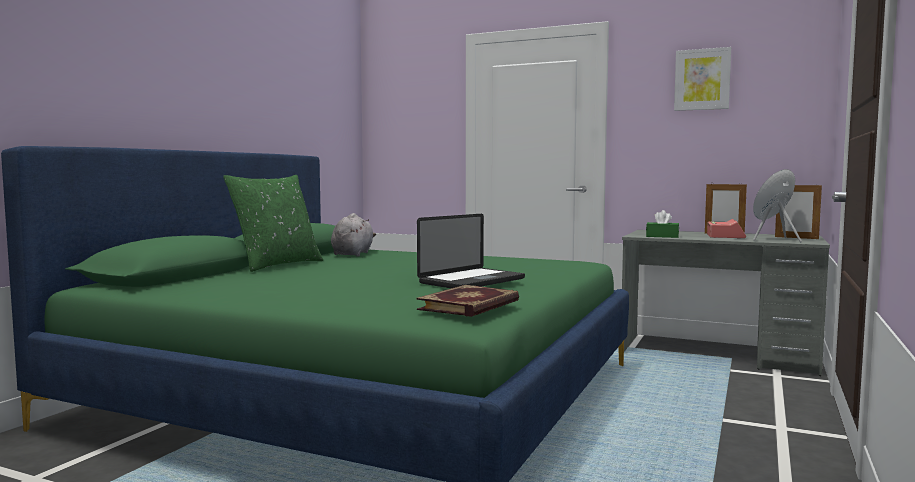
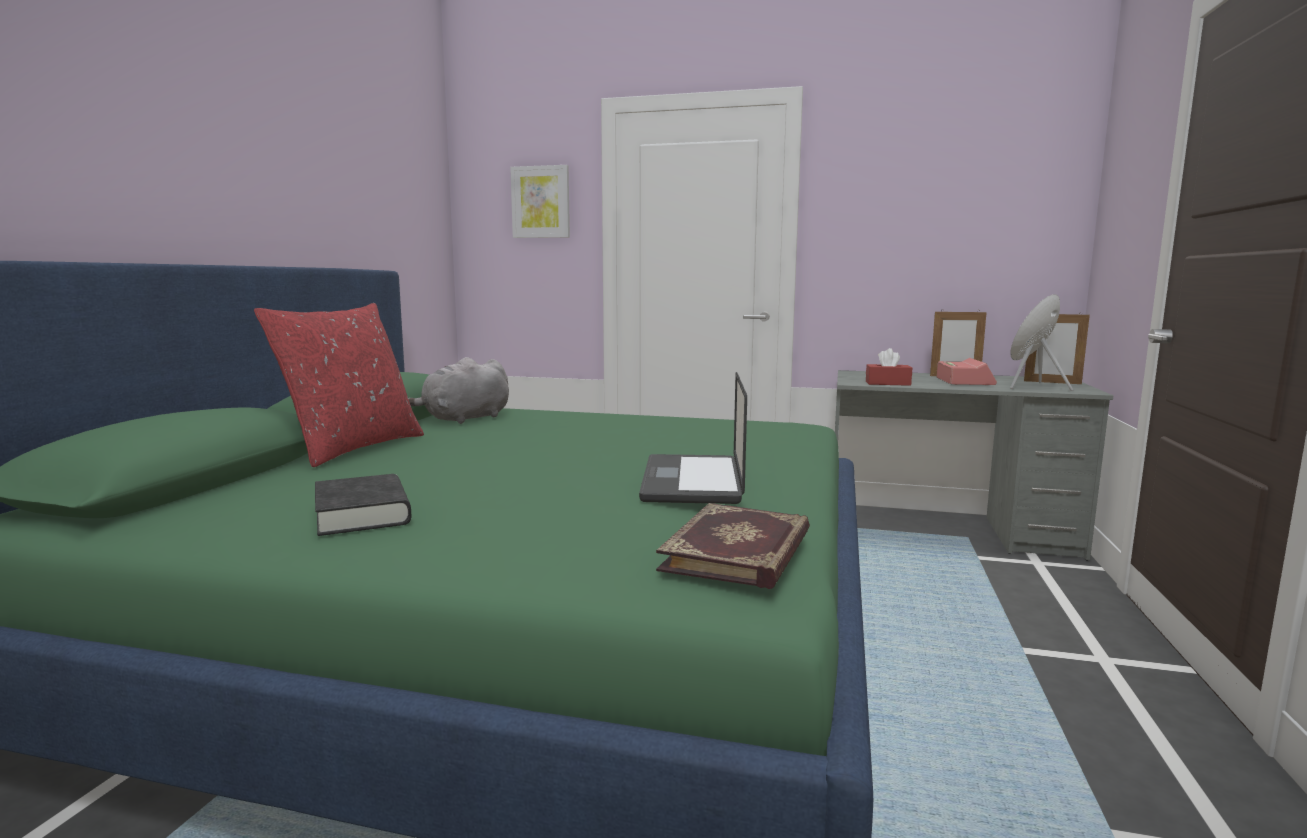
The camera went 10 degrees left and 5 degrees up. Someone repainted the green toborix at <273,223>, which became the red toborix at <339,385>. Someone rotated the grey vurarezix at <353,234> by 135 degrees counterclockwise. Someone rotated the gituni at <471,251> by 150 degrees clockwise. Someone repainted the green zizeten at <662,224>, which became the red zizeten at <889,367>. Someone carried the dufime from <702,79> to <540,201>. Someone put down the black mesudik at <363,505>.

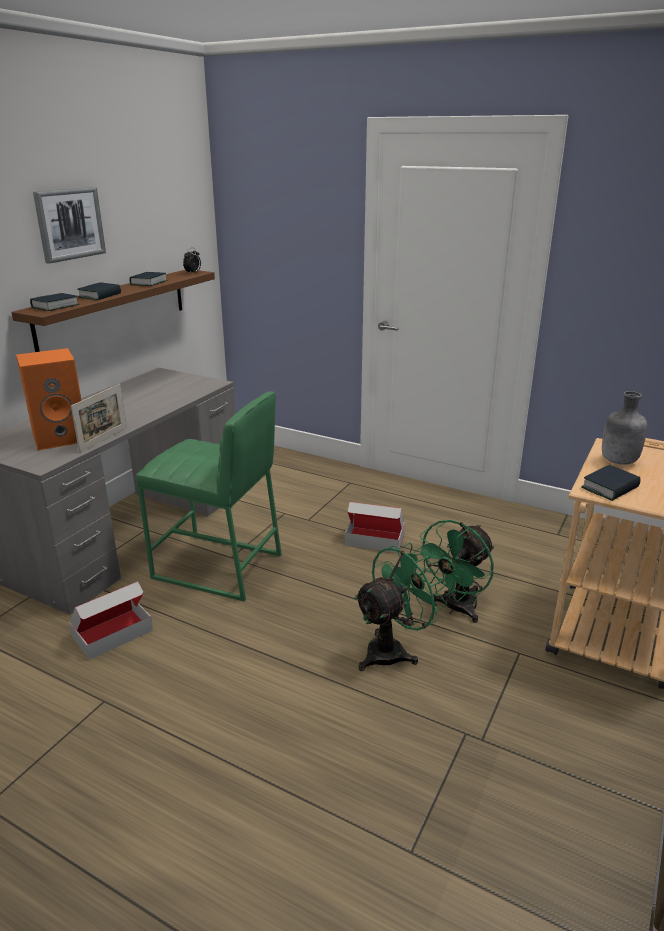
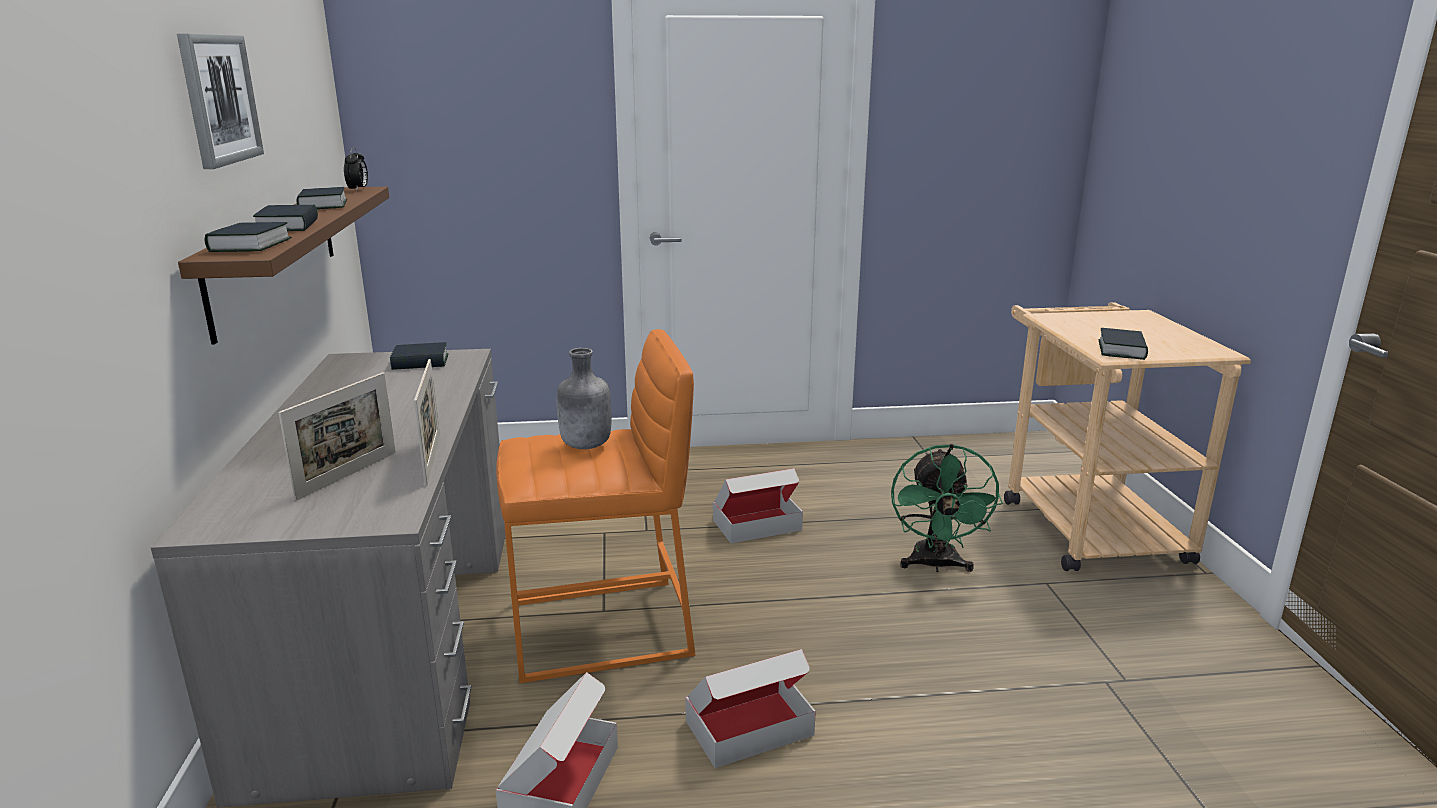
The camera went 35 degrees left and 5 degrees down. Someone swapped the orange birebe at <49,399> for the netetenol at <337,436>. Someone repainted the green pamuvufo at <209,496>, which became the orange pamuvufo at <595,506>. Someone took away the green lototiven at <400,607>. Someone carried the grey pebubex from <624,428> to <584,398>. Someone put down the mesudik at <419,356>. Someone put down the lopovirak at <750,708>.

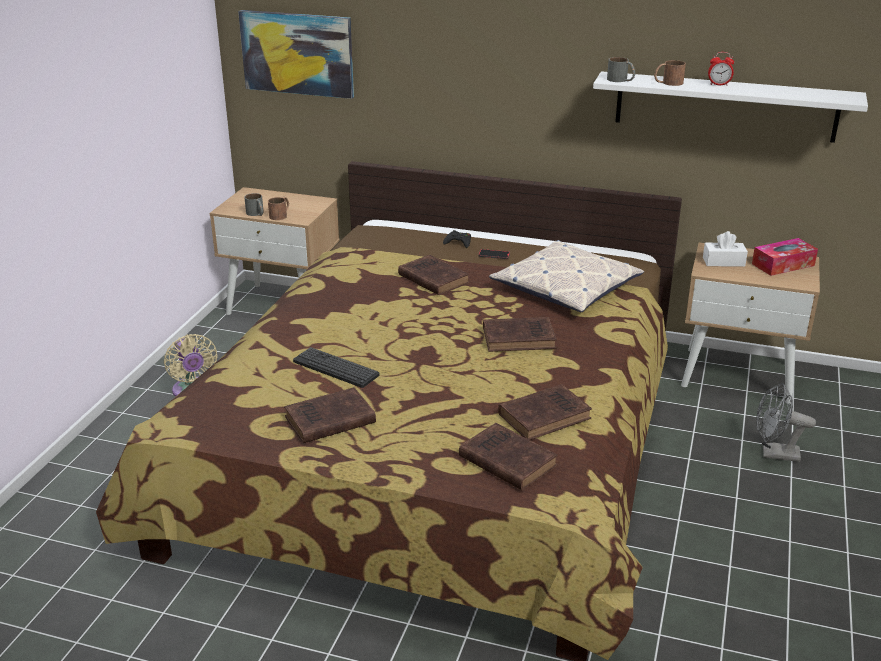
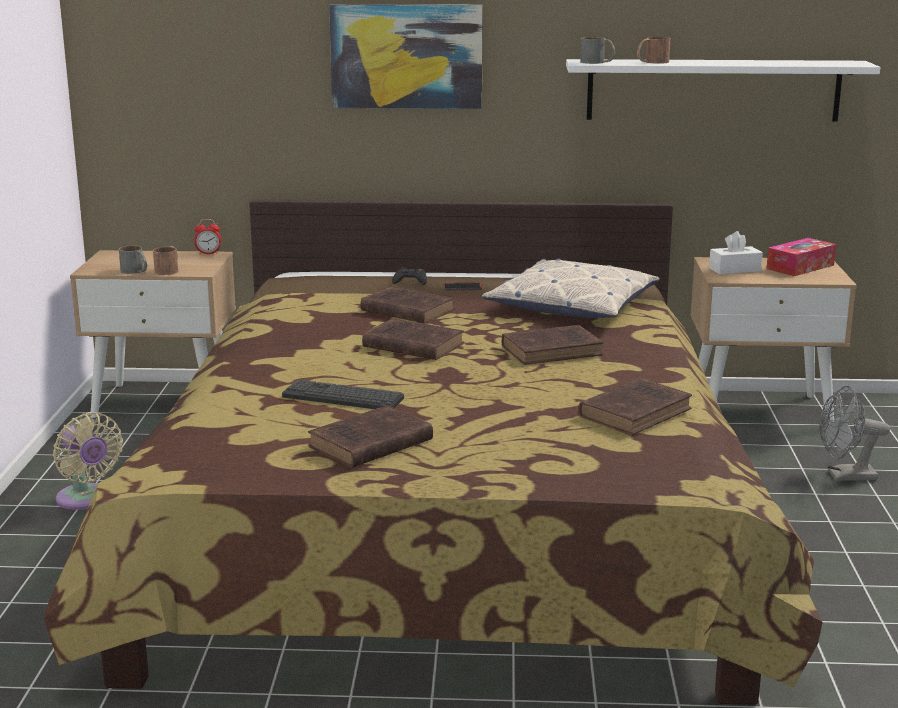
The camera went 15 degrees left and 10 degrees down. Someone carried the dufime from <296,54> to <406,56>. Someone carried the brown mesudik from <508,457> to <413,339>. Someone carried the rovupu from <721,69> to <207,237>.

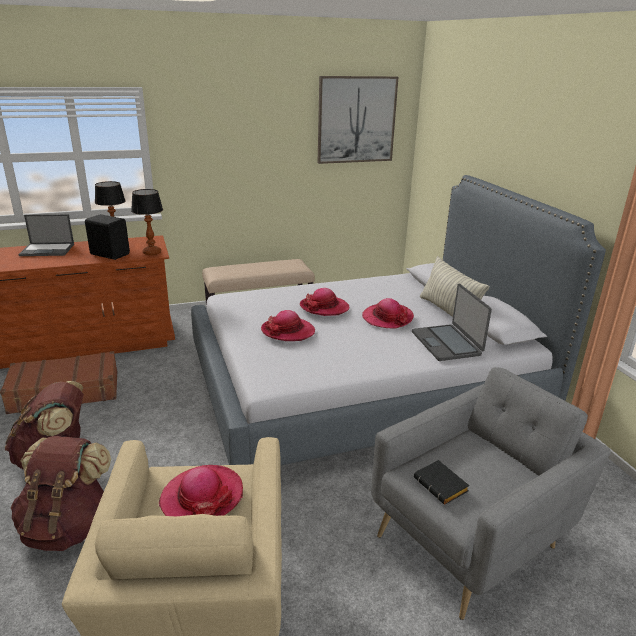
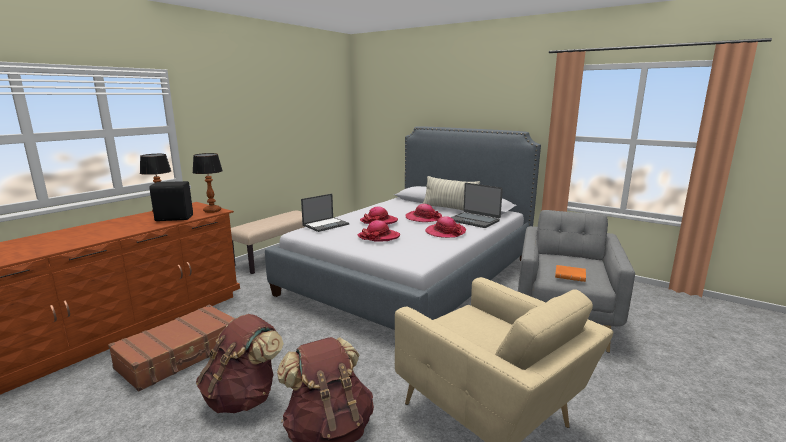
The camera went 35 degrees left and 10 degrees down. Someone carried the gituni from <46,235> to <325,213>. Someone carried the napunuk from <201,490> to <445,227>. Someone took away the dufime at <358,120>. Someone repainted the black mesudik at <441,482>, which became the orange mesudik at <570,273>.

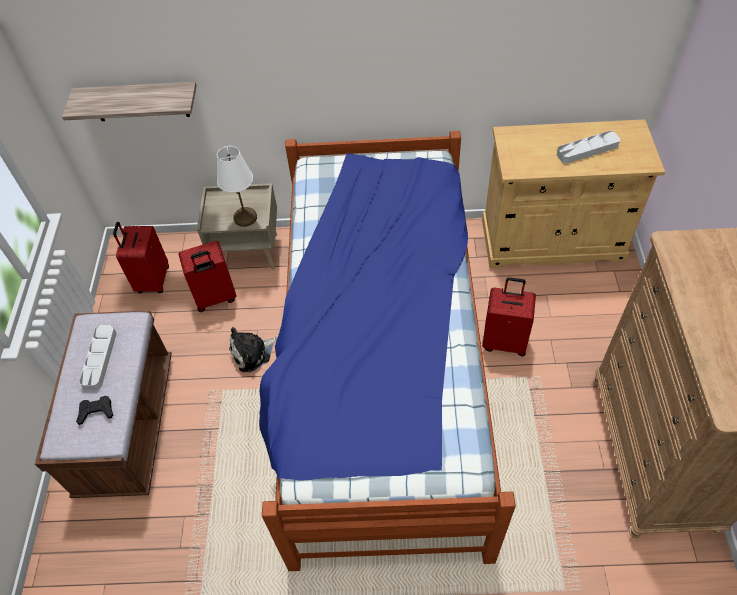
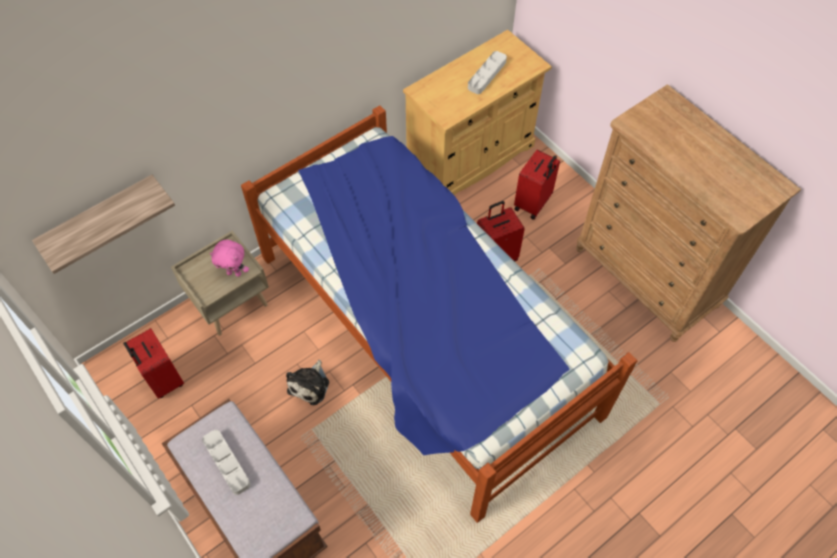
The camera went 40 degrees left and 5 degrees up. Someone took away the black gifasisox at <94,410>. Someone carried the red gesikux from <207,276> to <537,184>. Someone swapped the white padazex at <237,186> for the pink vurarezix at <229,258>.

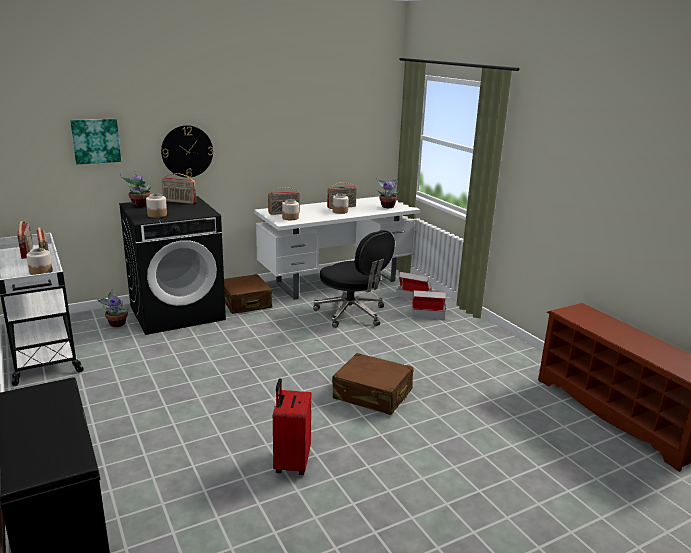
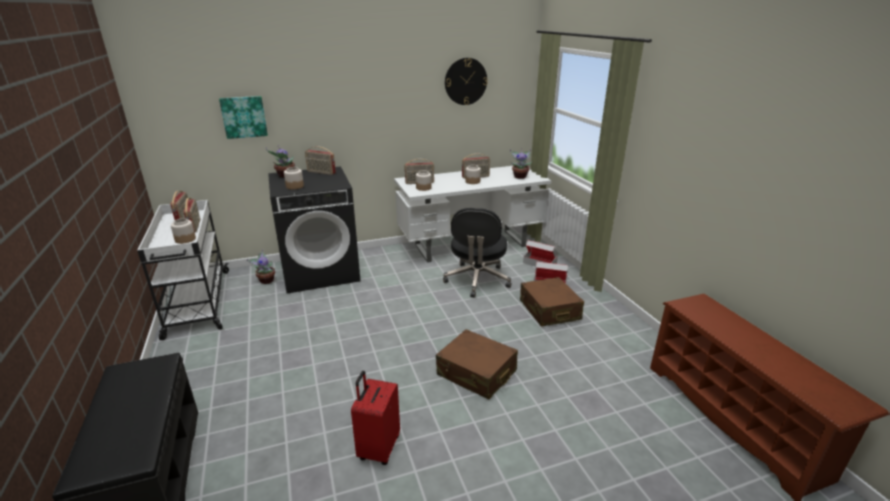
The camera went 10 degrees right and 5 degrees up. Someone carried the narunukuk from <187,151> to <466,81>. Someone carried the brown gesikux from <248,294> to <552,301>. Someone rotated the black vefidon at <354,279> by 45 degrees clockwise.

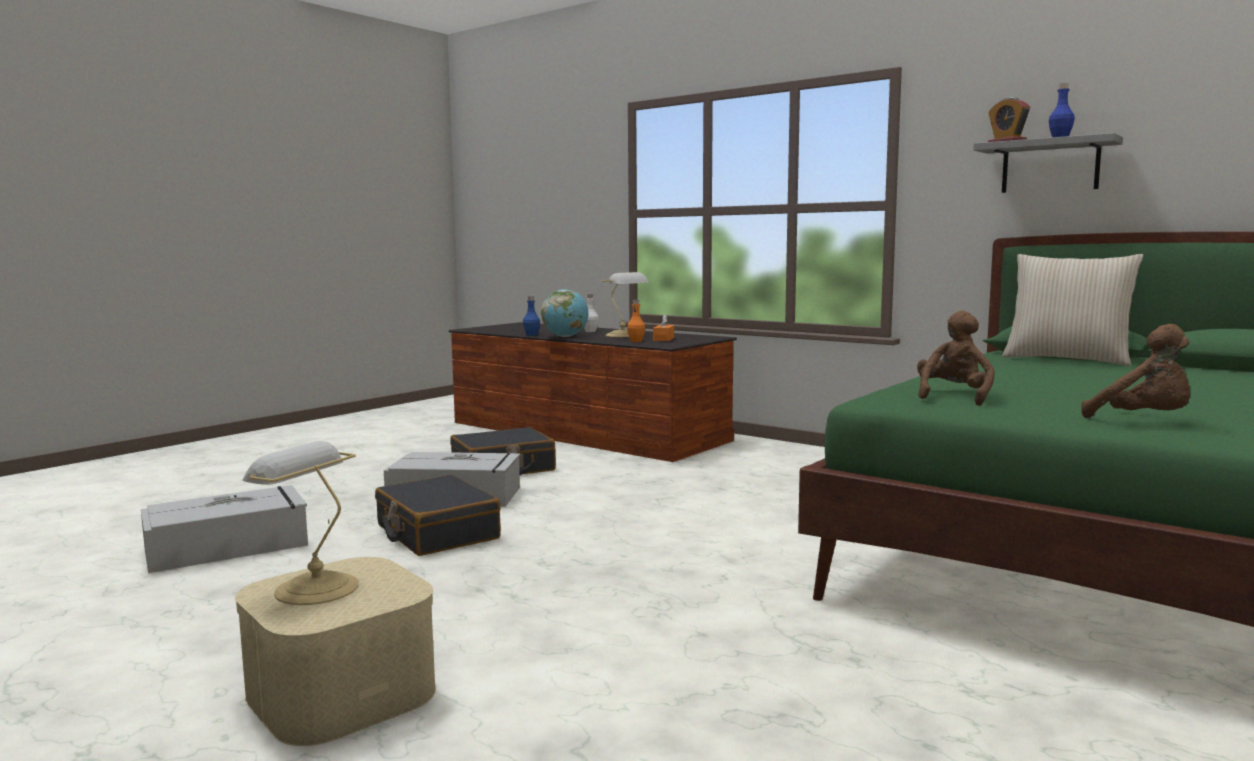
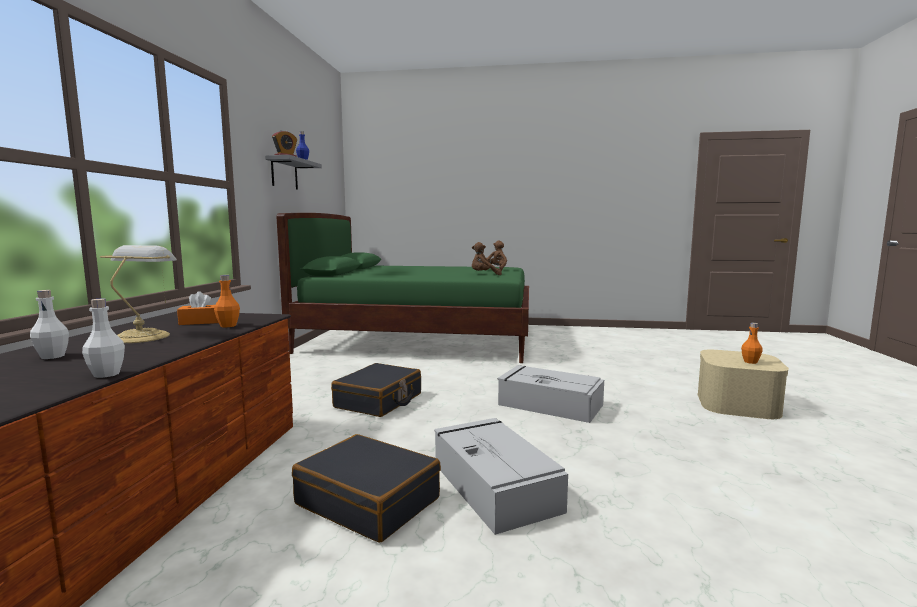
The camera went 120 degrees left and 0 degrees up. Someone carried the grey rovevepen from <224,529> to <551,394>. Someone swapped the padazex at <301,523> for the orange pebubex at <752,343>. Someone carried the black gesikux from <438,515> to <376,390>. Someone repainted the blue pebubex at <531,316>, which became the white pebubex at <103,338>. Someone took away the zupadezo at <564,313>. Someone took away the beige toborix at <1072,310>.

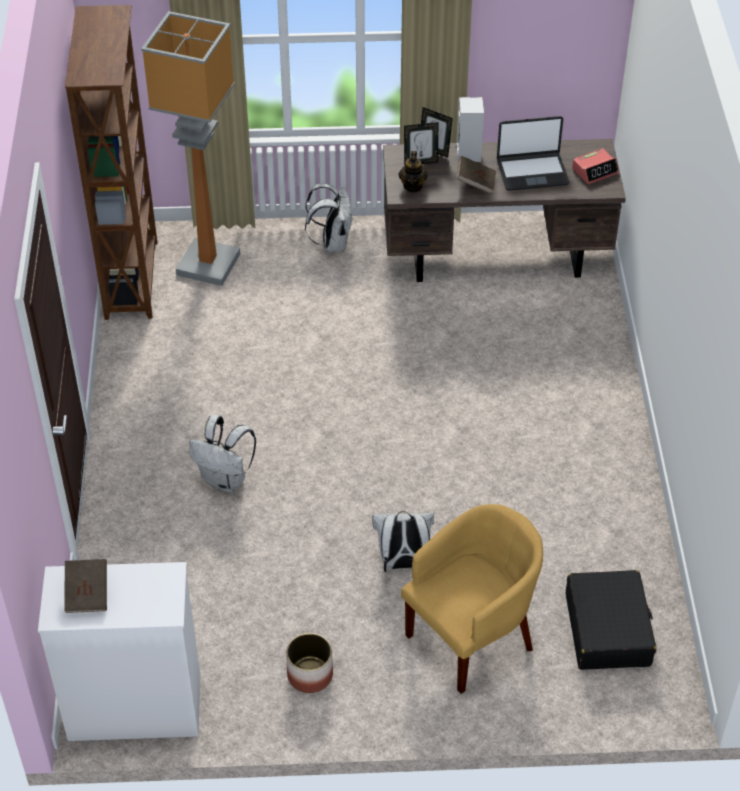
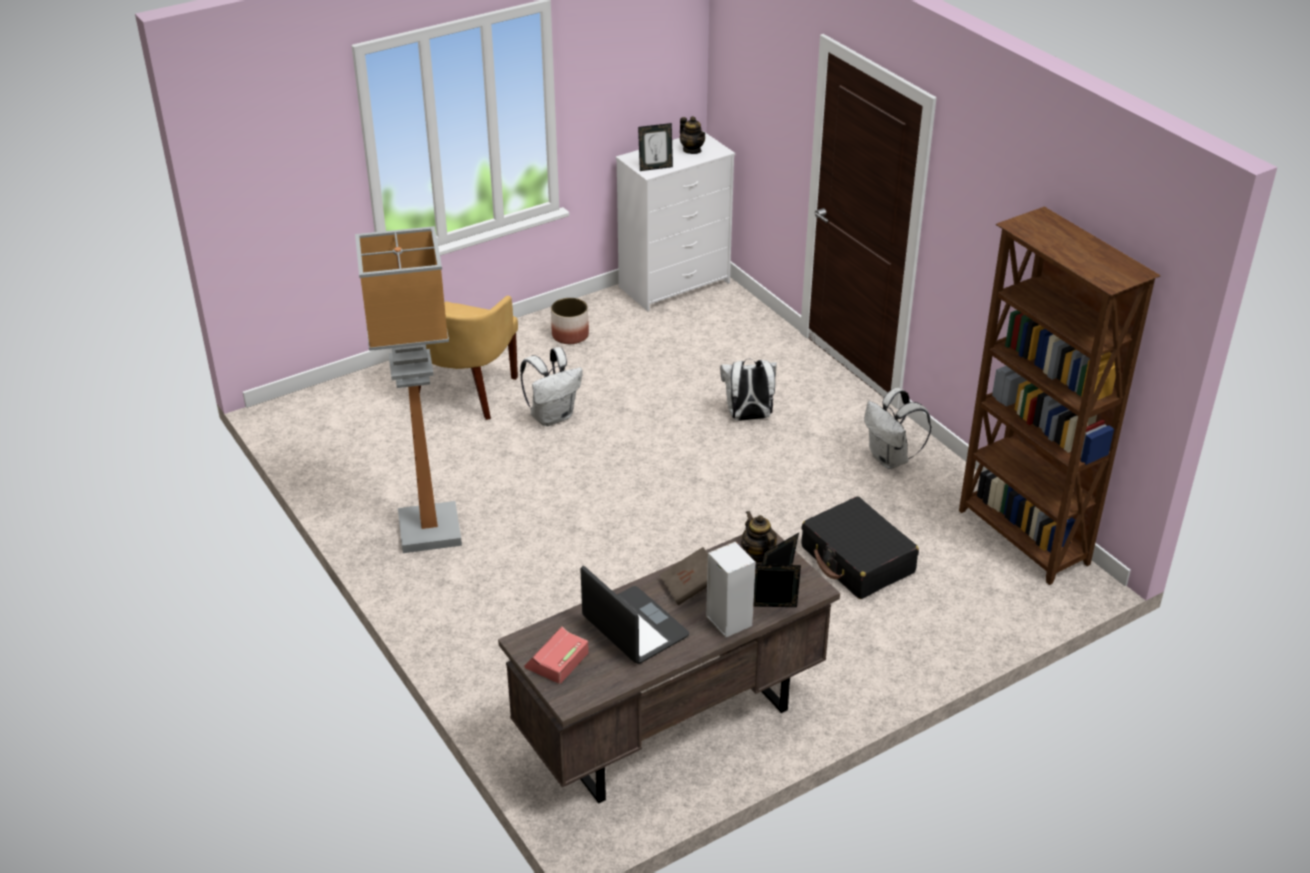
The camera went 150 degrees right and 10 degrees down. Someone swapped the brown mesudik at <86,586> for the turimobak at <692,135>. Someone carried the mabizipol from <190,148> to <408,389>. Someone carried the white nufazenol from <329,217> to <897,428>. Someone rotated the gituni at <533,153> by 90 degrees clockwise. Someone carried the black gesikux from <611,620> to <860,548>. Someone put down the netetenol at <655,147>.

